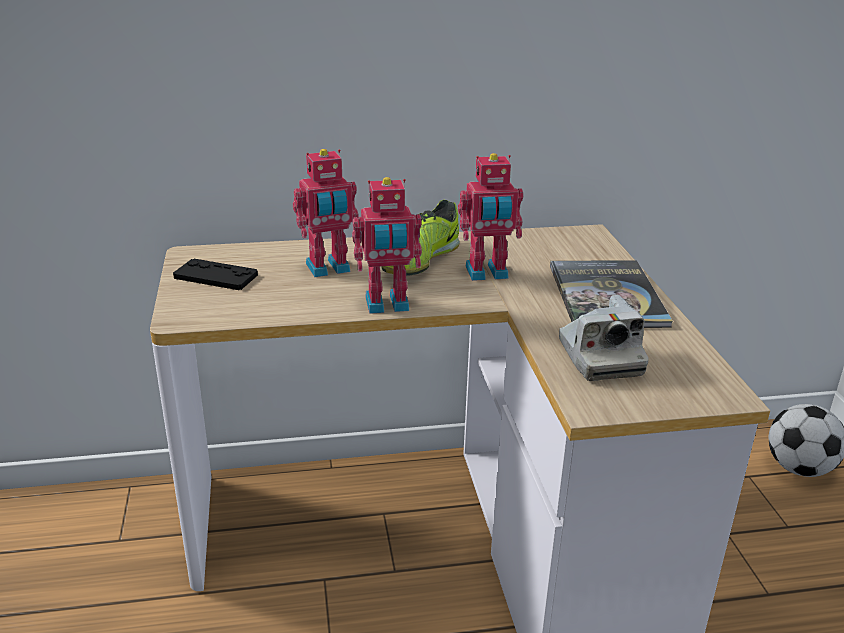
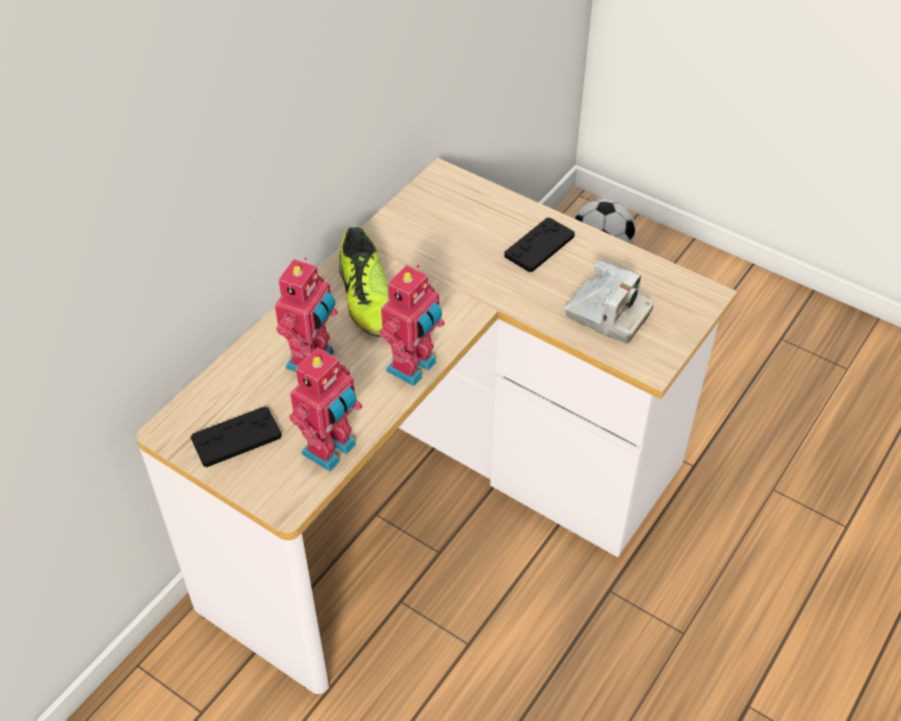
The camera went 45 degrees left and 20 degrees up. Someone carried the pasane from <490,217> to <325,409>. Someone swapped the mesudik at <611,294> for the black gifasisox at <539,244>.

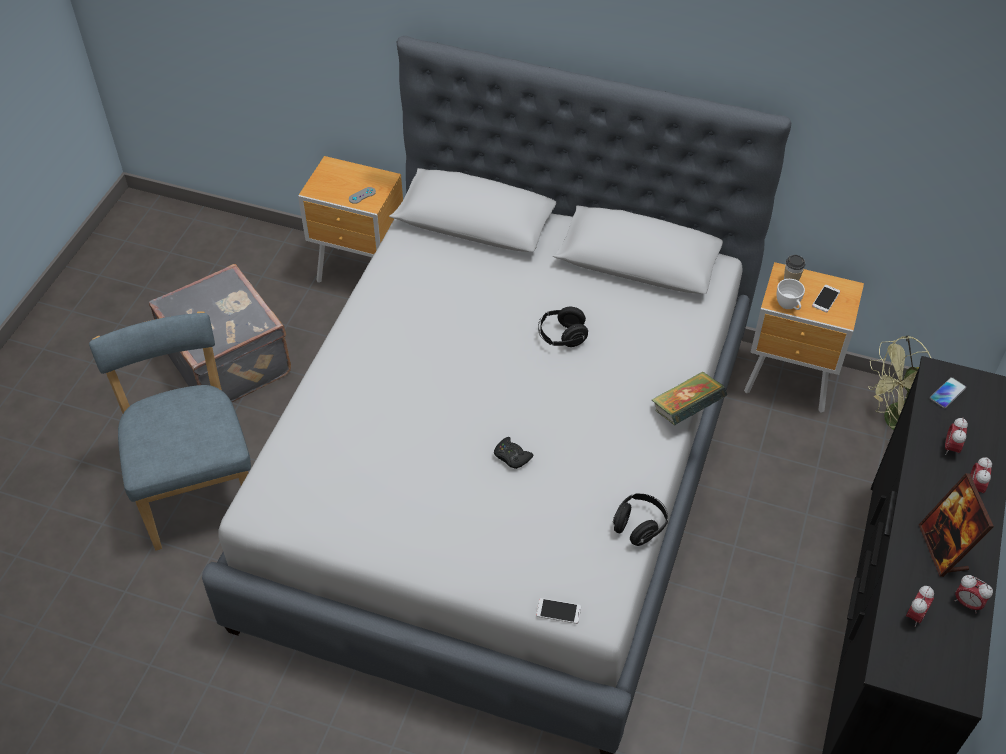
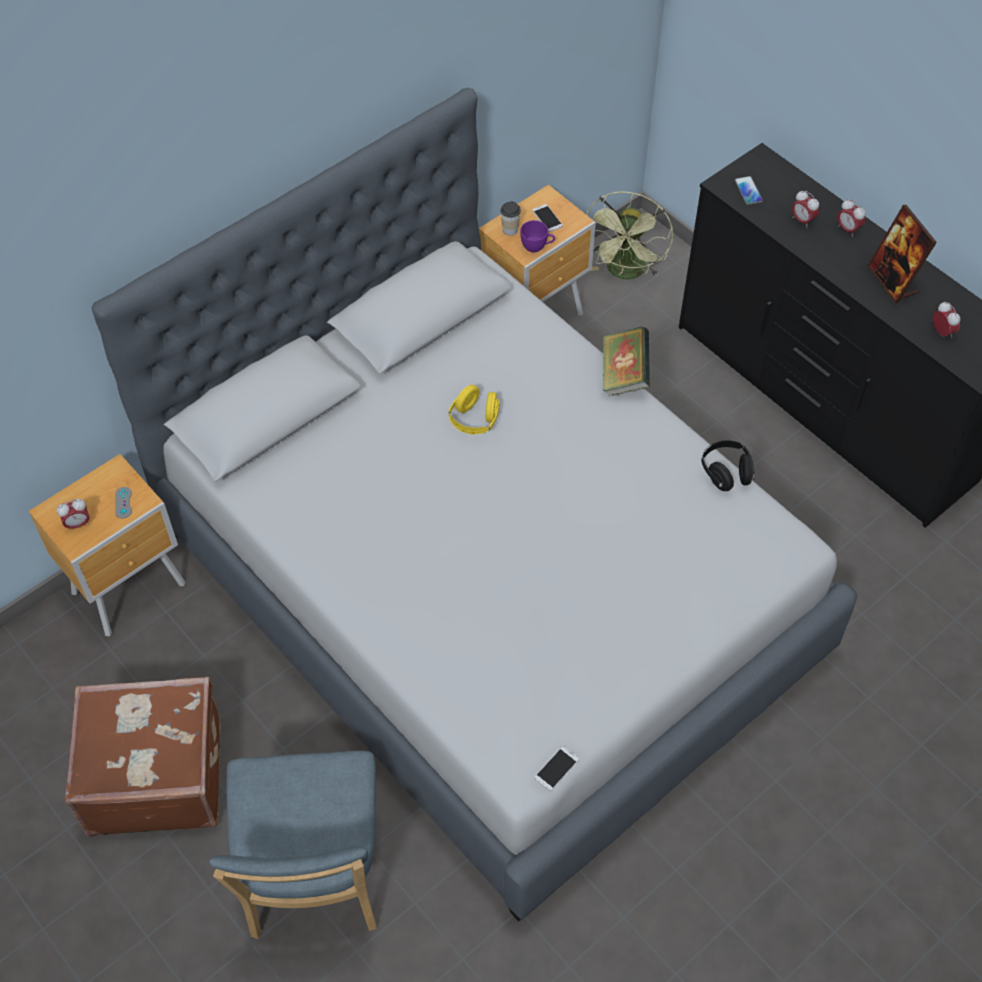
The camera went 60 degrees left and 5 degrees up. Someone rotated the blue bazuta at <170,431> by 105 degrees counterclockwise. Someone repainted the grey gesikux at <220,333>, which became the brown gesikux at <143,756>. Someone took away the black gifasisox at <513,453>. Someone carried the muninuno from <558,611> to <556,768>. Someone repainted the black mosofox at <563,327>, which became the yellow mosofox at <474,409>. Someone repainted the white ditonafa at <791,294>, which became the purple ditonafa at <537,236>. Someone rotated the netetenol at <956,525> by 45 degrees clockwise. Someone carried the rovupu from <974,594> to <73,515>.

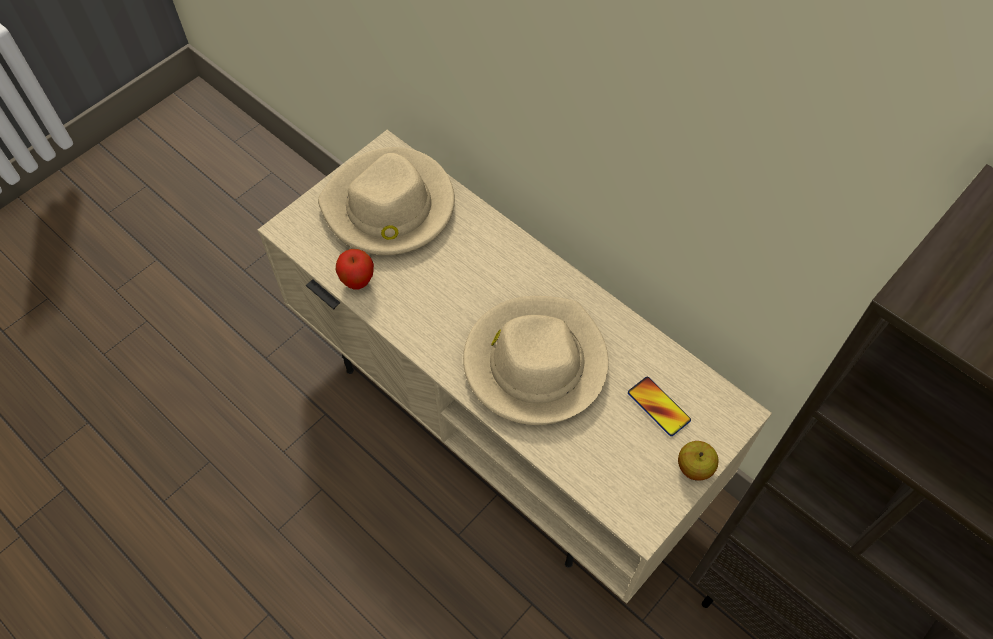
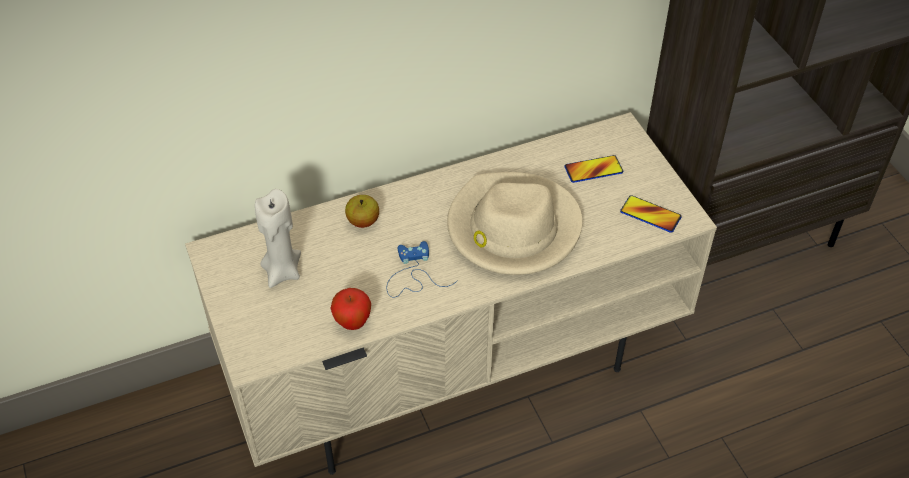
The camera went 65 degrees left and 10 degrees down. Someone swapped the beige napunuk at <386,201> for the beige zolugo at <278,238>. Someone carried the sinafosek from <698,461> to <362,211>. Someone put down the blue gifasisox at <422,269>. Someone put down the muninuno at <651,214>.

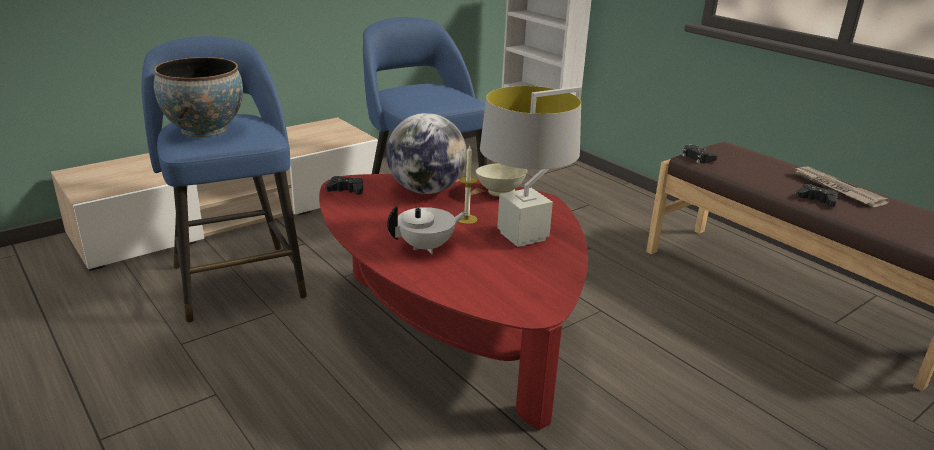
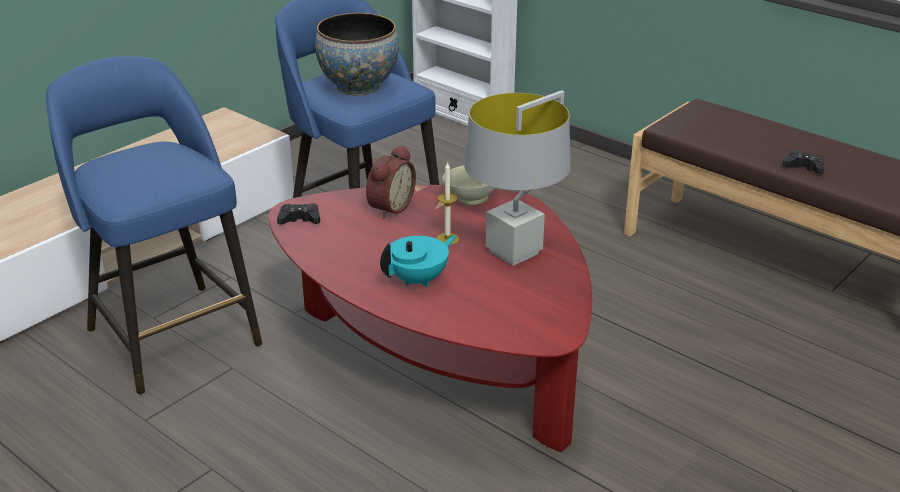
The camera went 10 degrees left and 5 degrees up. Someone carried the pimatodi from <198,97> to <357,54>. Someone swapped the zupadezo at <426,153> for the rovupu at <391,182>. Someone repainted the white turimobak at <427,230>, which became the turquoise turimobak at <418,261>. Someone took away the black gifasisox at <700,154>. Someone took away the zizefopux at <842,187>.

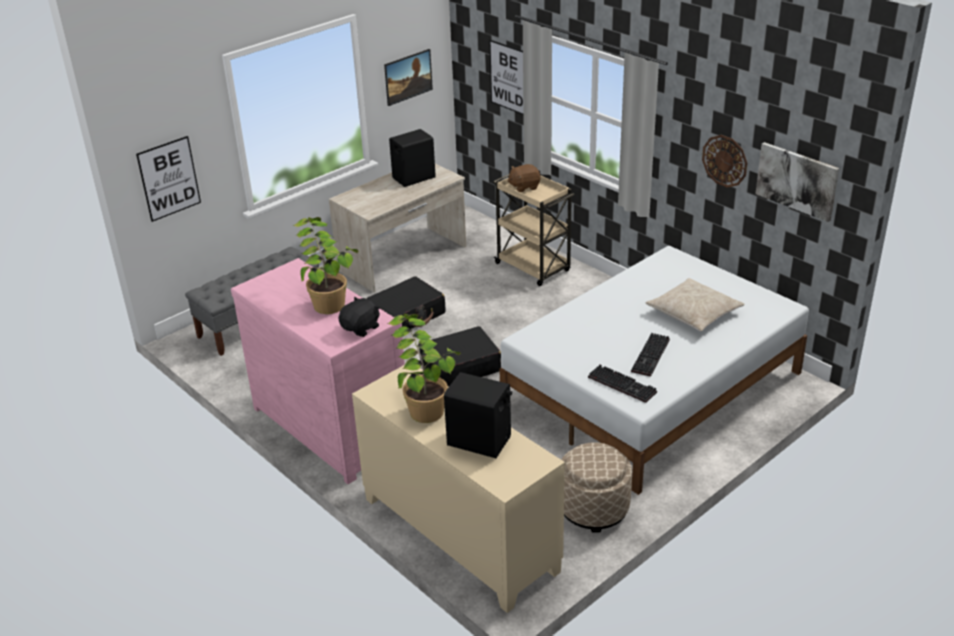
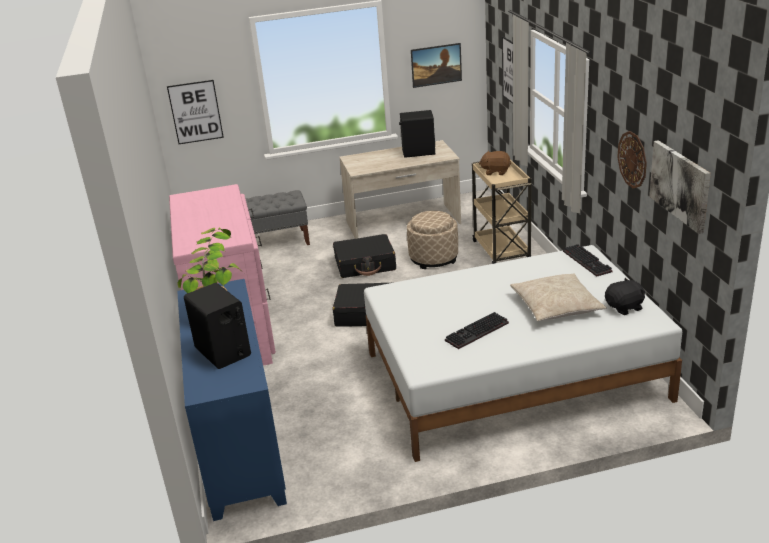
The camera went 30 degrees right and 5 degrees down. Someone took away the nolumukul at <326,265>. Someone carried the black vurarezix from <359,317> to <625,296>. Someone repainted the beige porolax at <458,489>, which became the blue porolax at <232,400>. Someone carried the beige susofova from <596,487> to <432,240>. Someone carried the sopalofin from <622,383> to <587,260>.

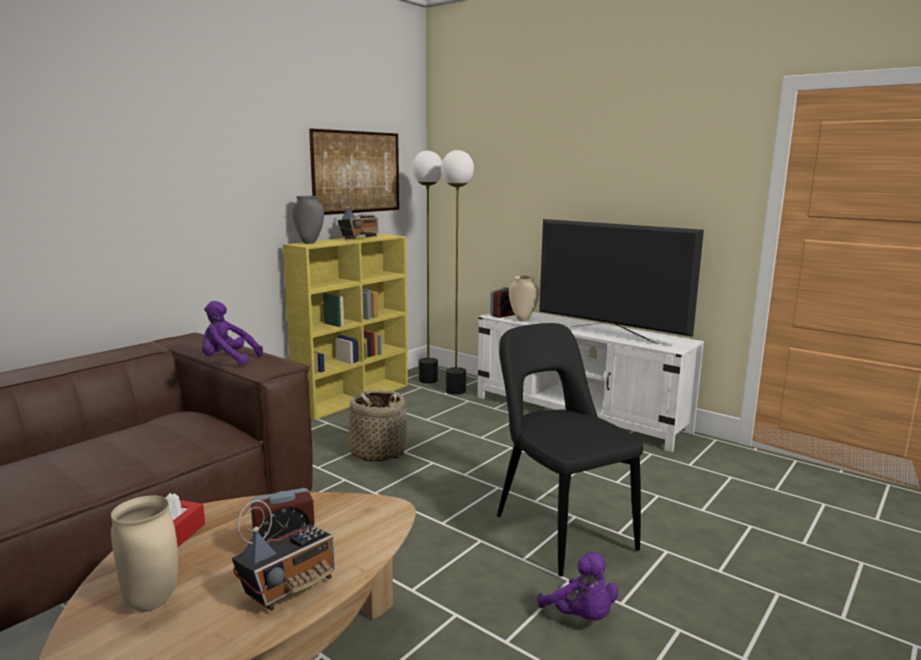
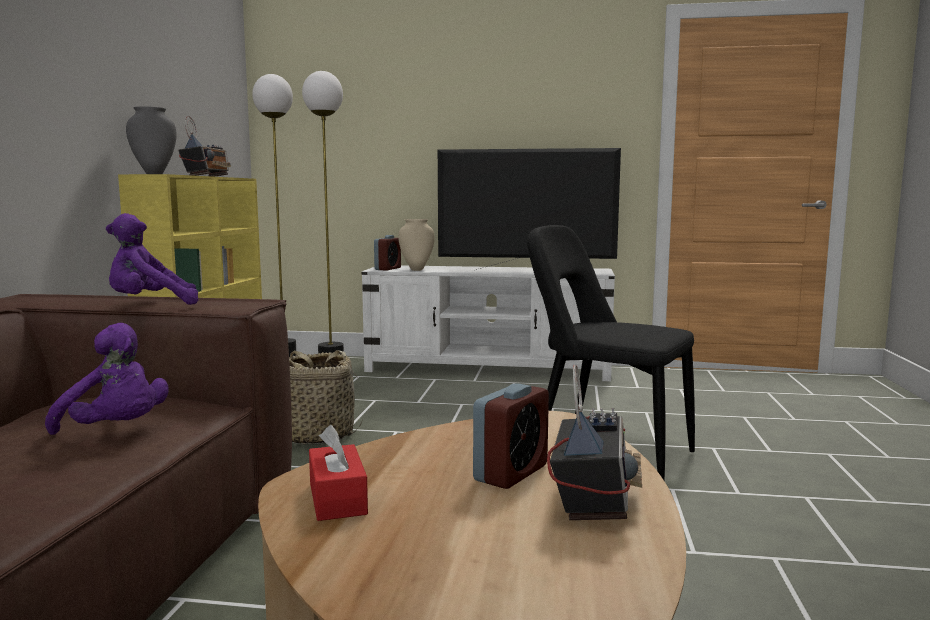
The camera went 30 degrees left and 5 degrees down. Someone took away the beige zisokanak at <144,554>. Someone took away the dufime at <354,171>. Someone carried the purple vurarezix from <577,586> to <107,379>.

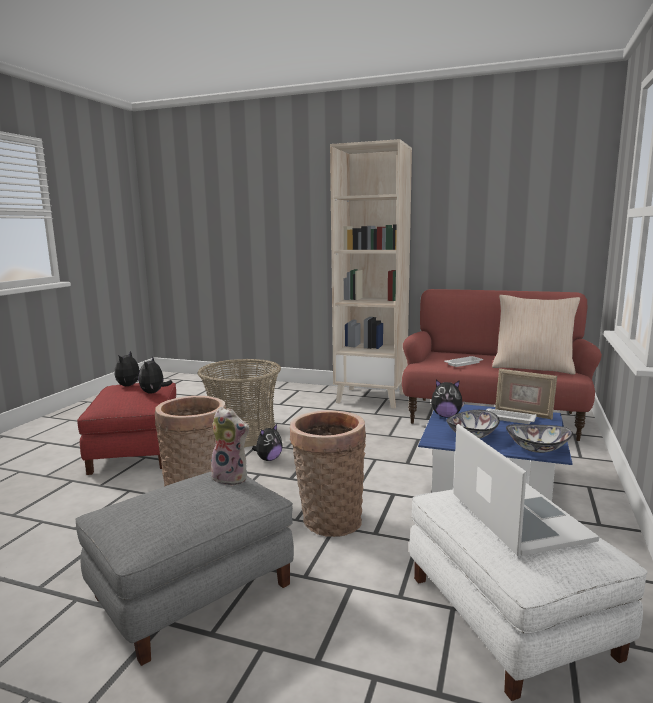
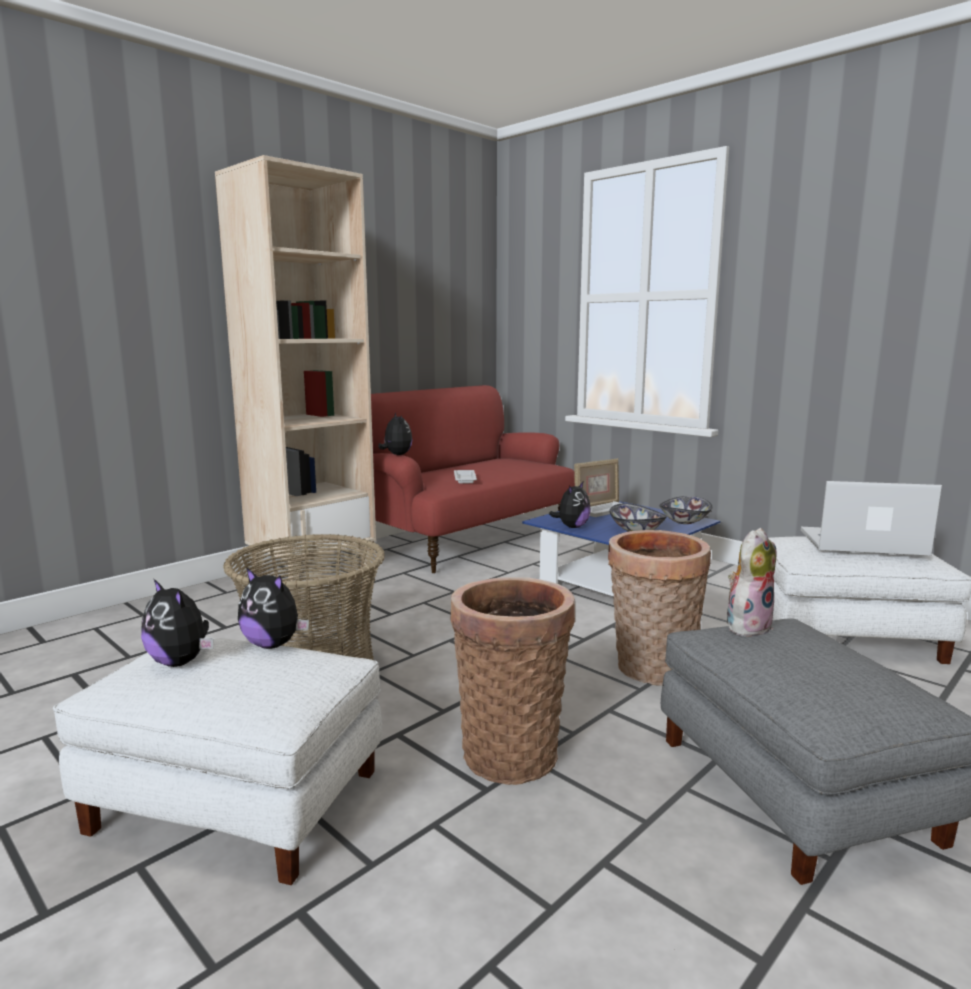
The camera went 65 degrees left and 0 degrees up. Someone repainted the red susofova at <126,429>, which became the white susofova at <217,760>. Someone carried the vurarezix from <267,442> to <395,434>. Someone took away the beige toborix at <536,335>.

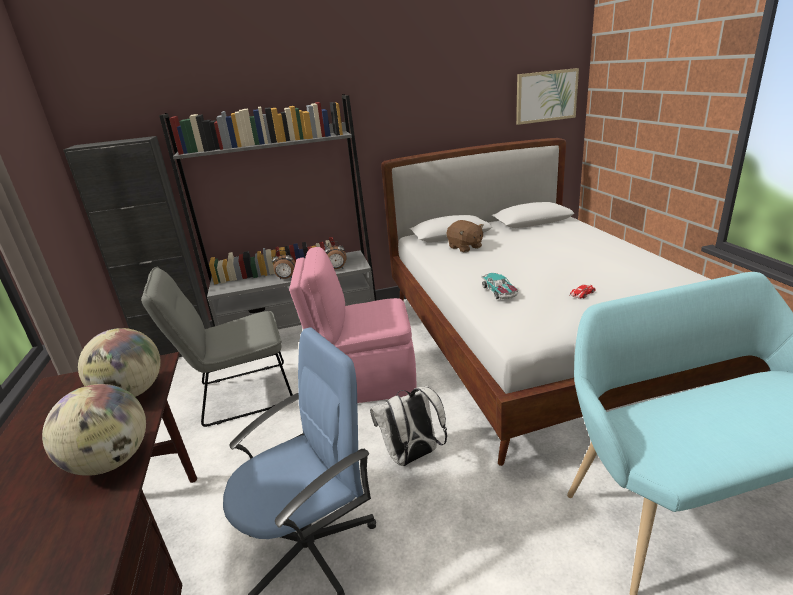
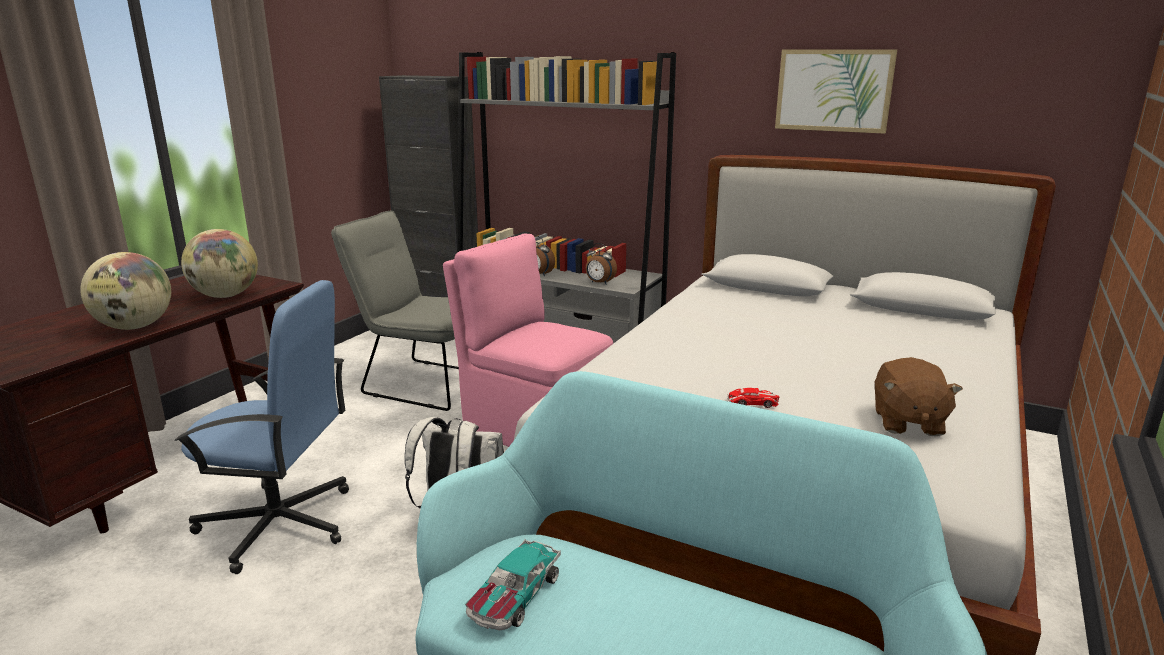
The camera went 40 degrees right and 5 degrees down. Someone carried the brown vurarezix from <465,236> to <919,396>. Someone carried the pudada from <499,286> to <513,585>. Someone carried the dufime from <547,96> to <836,91>.

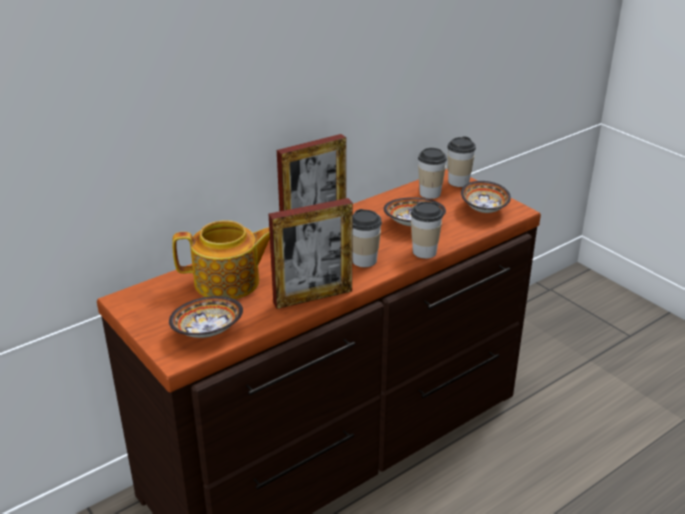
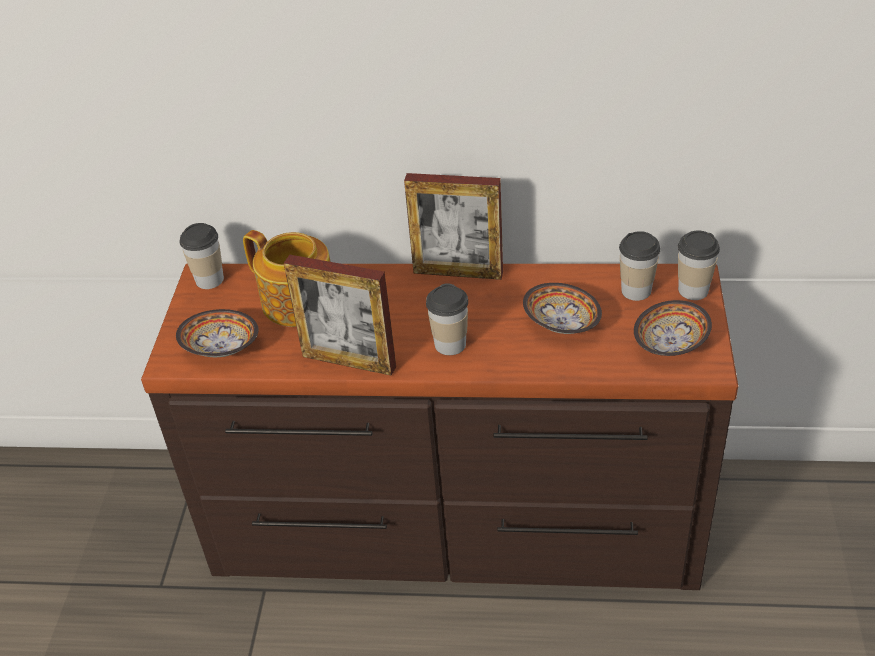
The camera went 45 degrees right and 10 degrees up. Someone carried the ditonafa from <427,230> to <201,256>.

